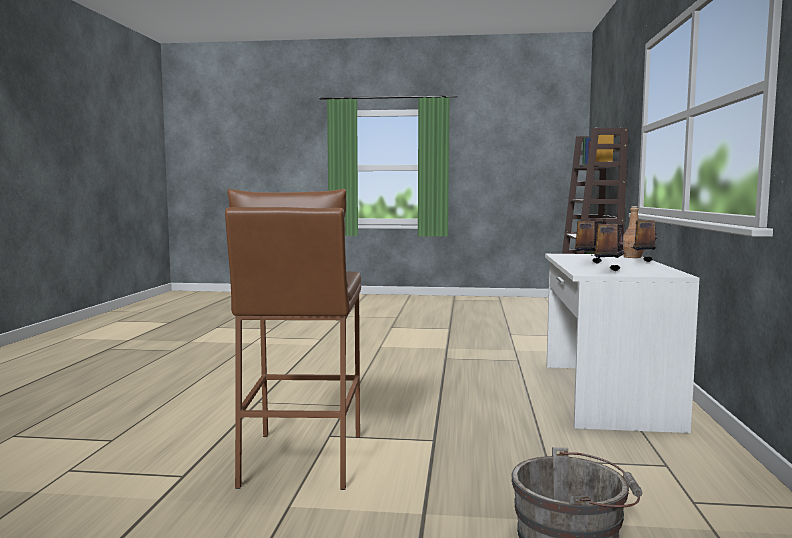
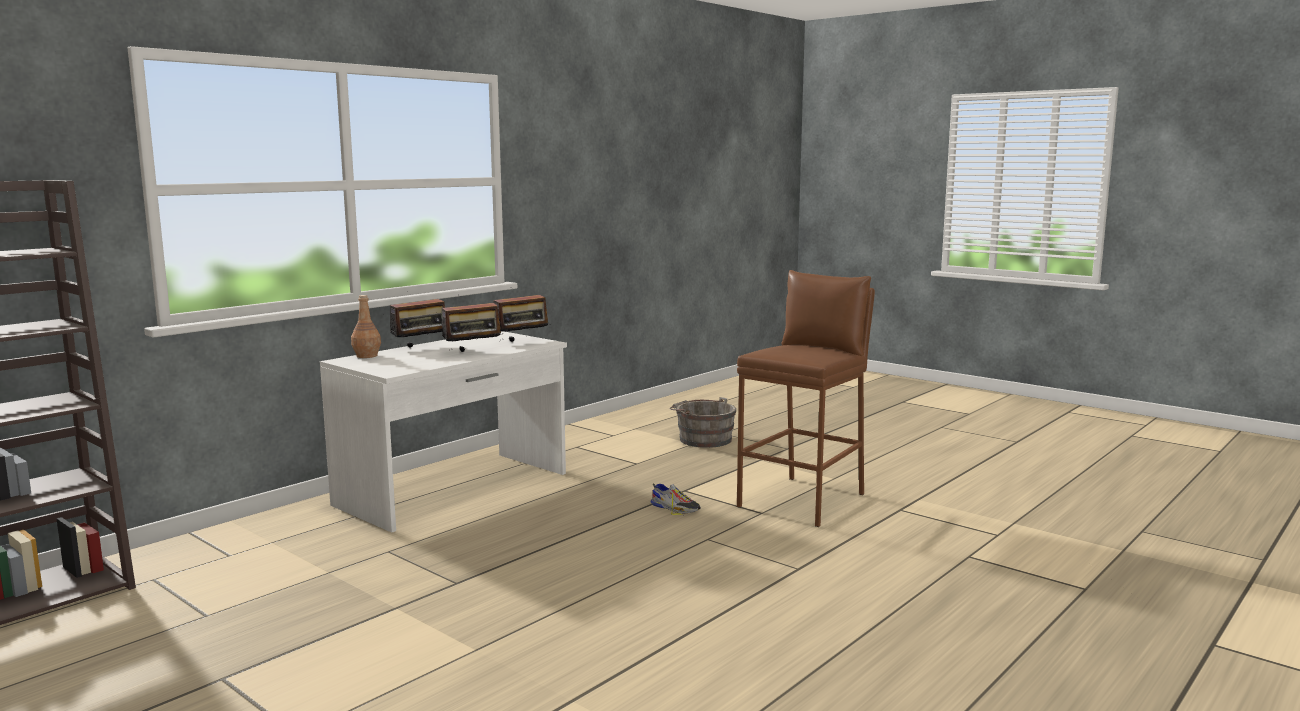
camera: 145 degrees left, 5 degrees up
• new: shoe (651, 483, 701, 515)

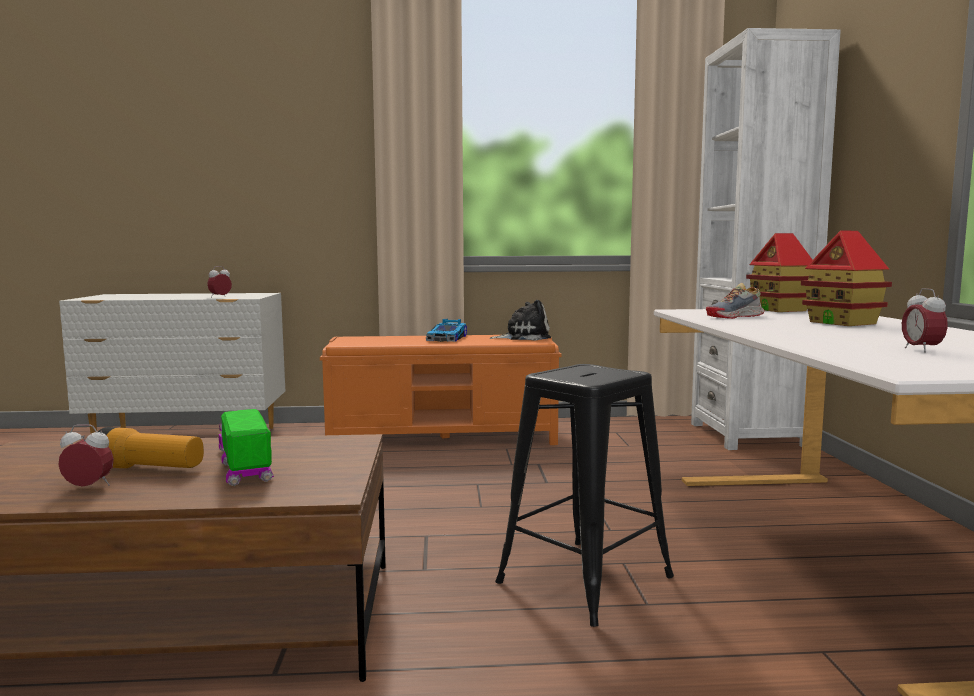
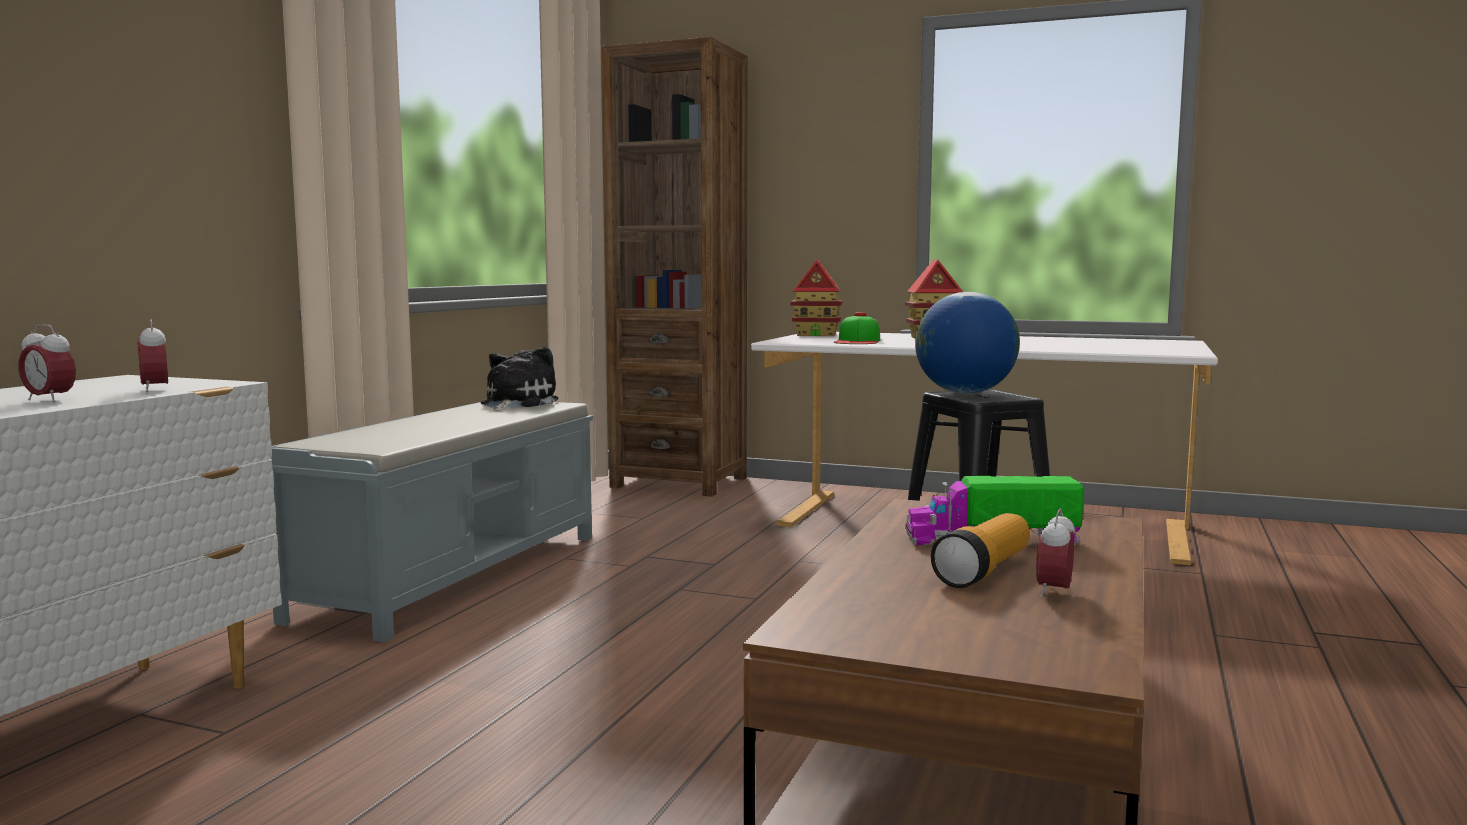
camera: 65 degrees left, 0 degrees up
• gone: toy car (426, 319, 467, 342)
• new: globe (915, 292, 1020, 394)
• shifted: alarm clock (902, 288, 948, 353) to (18, 324, 76, 402)
• swapped: shoe (706, 283, 765, 319) to cap (834, 312, 881, 344)
• repainted: orange bench (320, 335, 561, 445) to grey bench (271, 402, 593, 643)
• repainted: white bookcase (691, 28, 841, 450) to brown bookcase (602, 37, 748, 497)

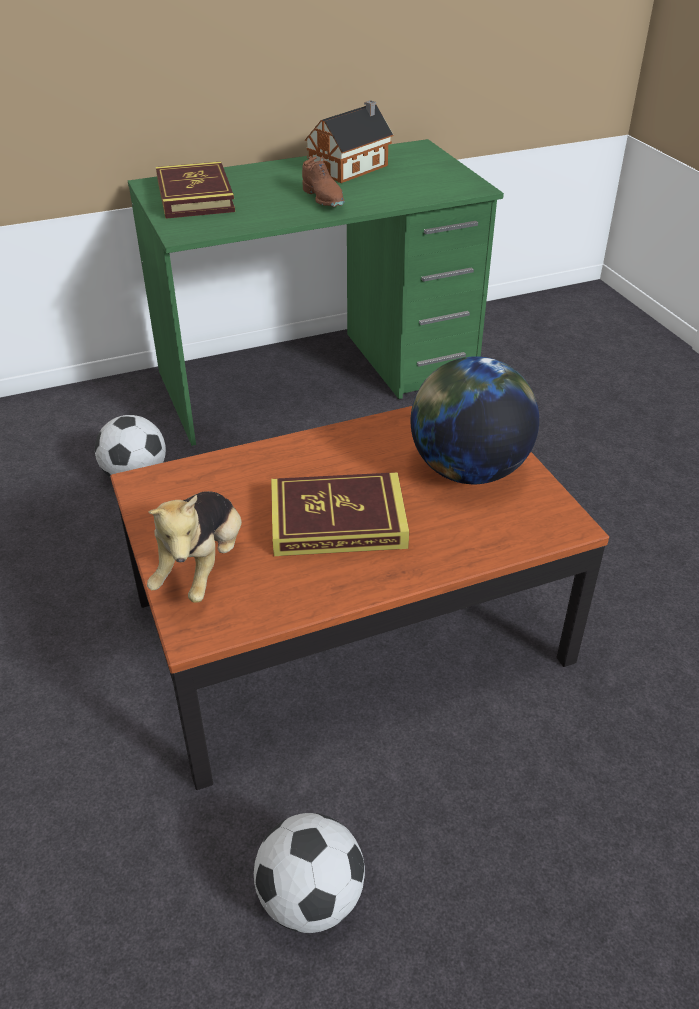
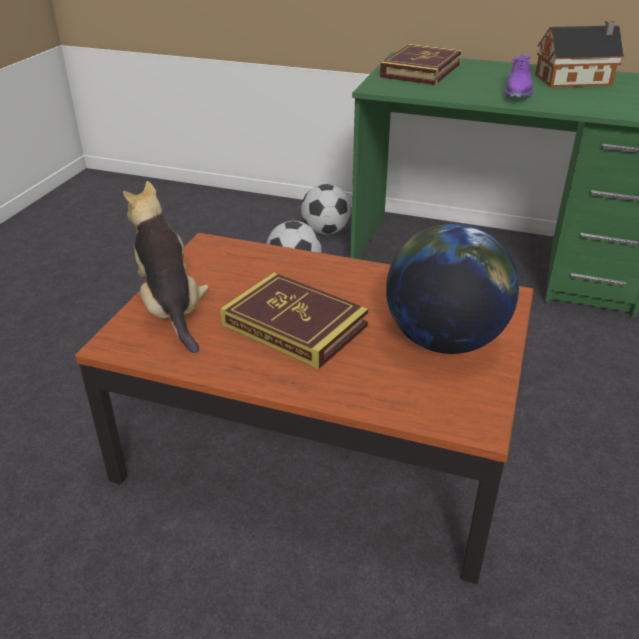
camera: 40 degrees right, 5 degrees down
• shifted: football (254, 813, 365, 933) to (301, 184, 351, 235)
• repainted: brown shoe (302, 156, 345, 207) to purple shoe (504, 54, 533, 98)
• rotated: plush toy (147, 491, 242, 603) = (123, 181, 209, 353) 105 degrees clockwise

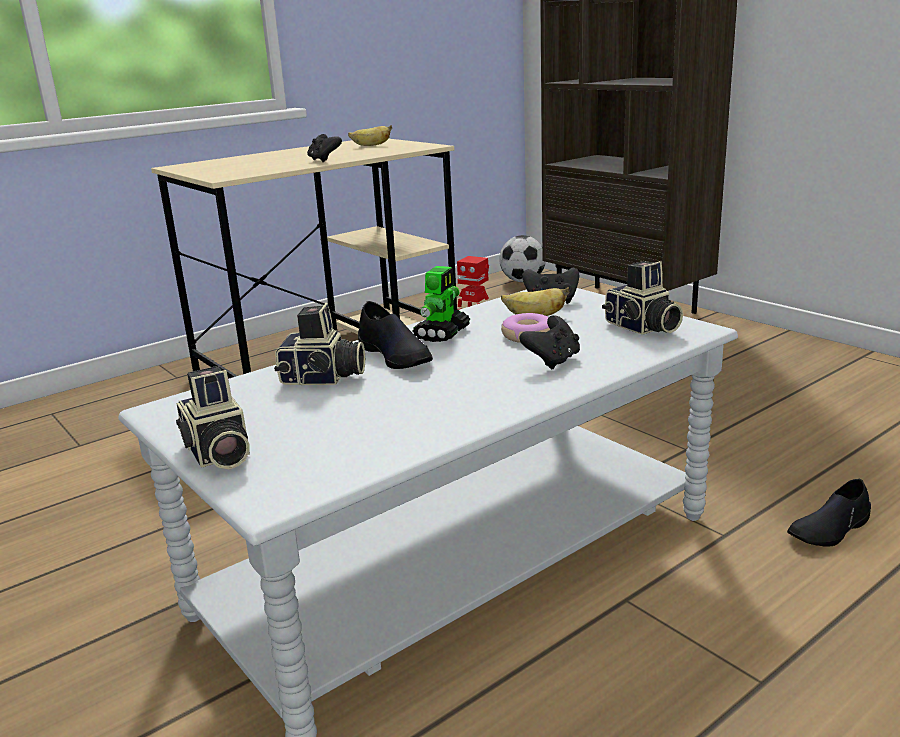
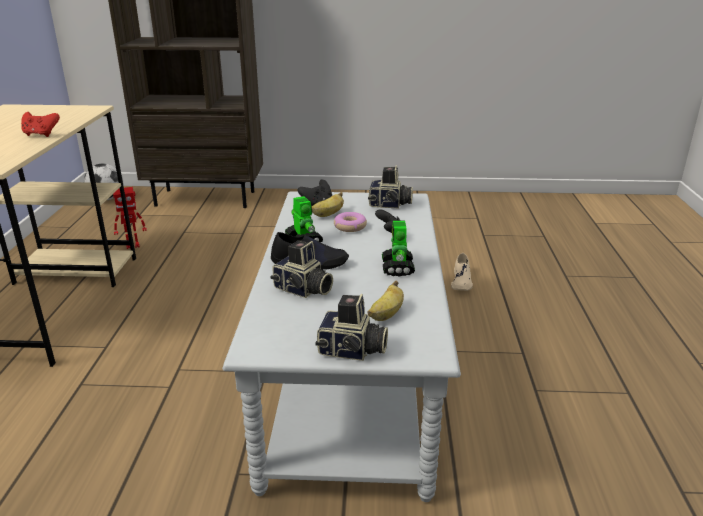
camera: 50 degrees left, 5 degrees up
• new: toy robot (382, 221, 415, 277)
• shifted: banana (348, 125, 392, 146) to (367, 281, 404, 321)
• repainted: black game controller (307, 134, 342, 163) to red game controller (21, 112, 60, 137)
• repainted: black shoe (787, 479, 871, 547) to beige shoe (451, 253, 473, 291)
• rotated: photo camera (274, 303, 365, 385) = (270, 240, 333, 298) 75 degrees clockwise

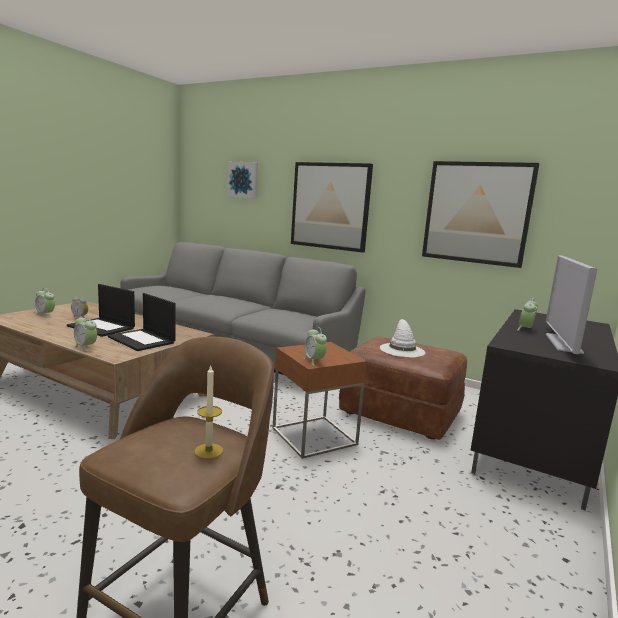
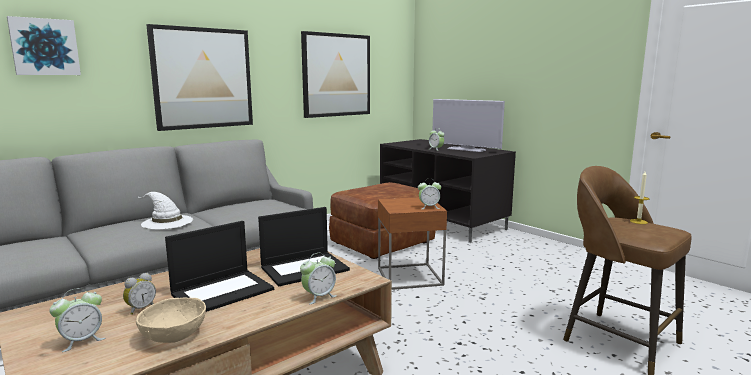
camera: 70 degrees left, 0 degrees up
• new: beige bowl (136, 298, 206, 343)
• shifted: white hat (380, 319, 425, 357) to (139, 192, 193, 229)

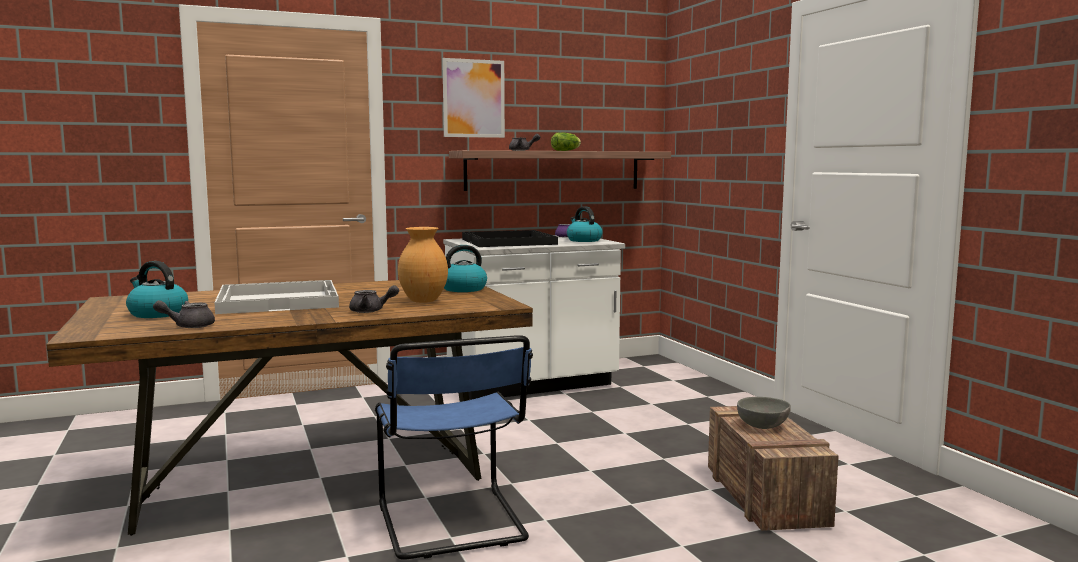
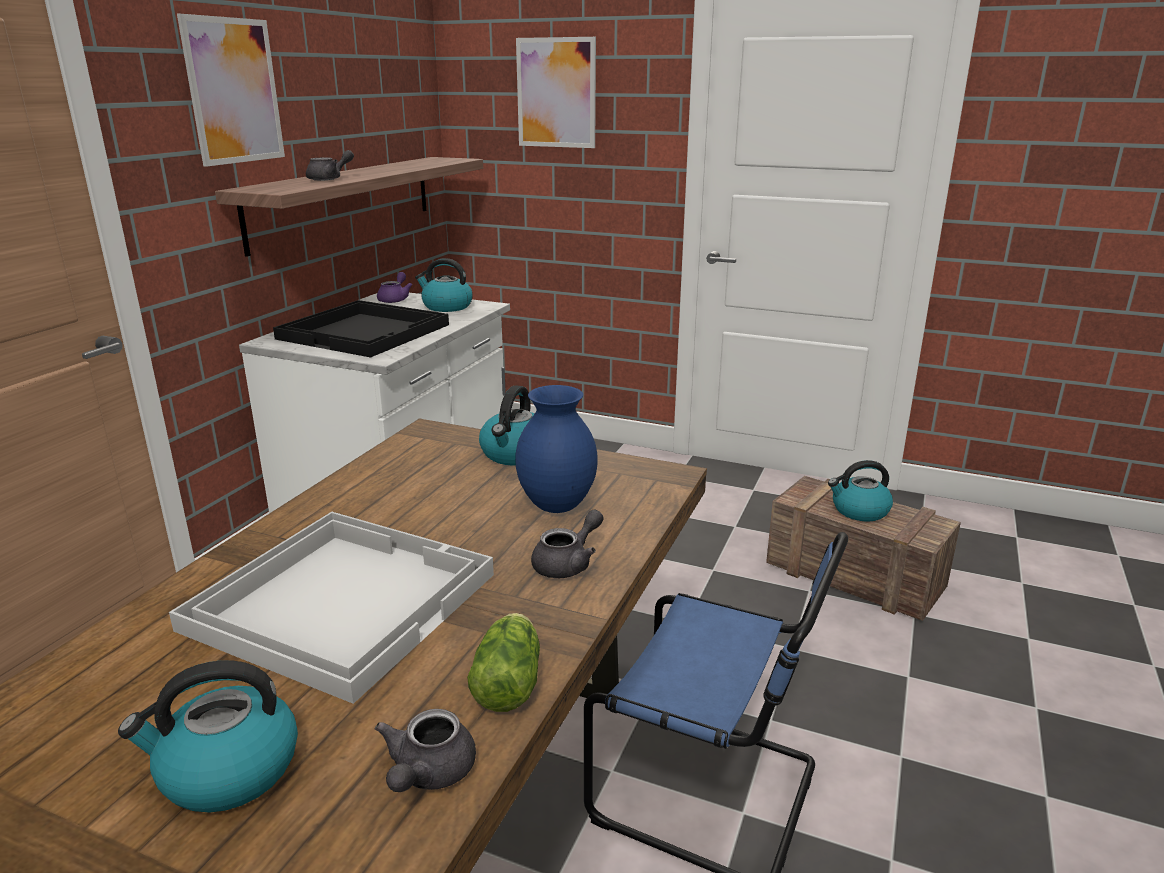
camera: 45 degrees left, 15 degrees up
• new: picture (516, 37, 596, 148)
• shifted: lettuce (551, 132, 581, 151) to (467, 613, 540, 712)
• swapped: grey bowl (737, 397, 791, 429) to kettle (828, 460, 893, 521)
• repainted: brown vase (398, 227, 448, 303) to blue vase (515, 385, 598, 513)

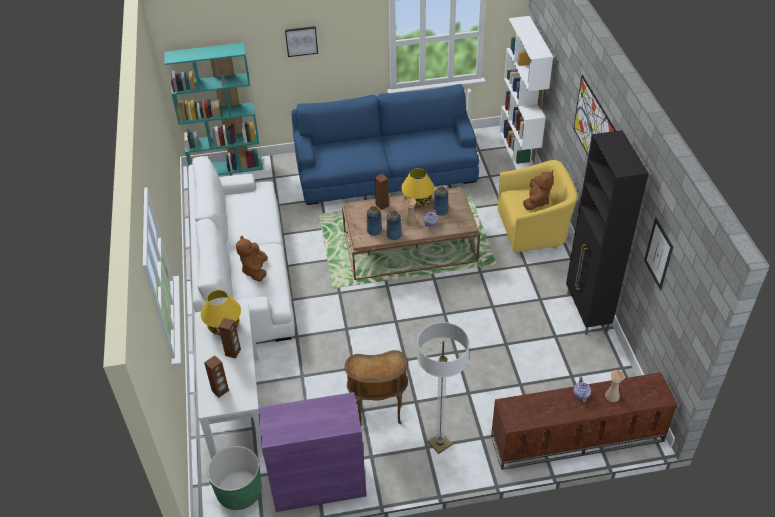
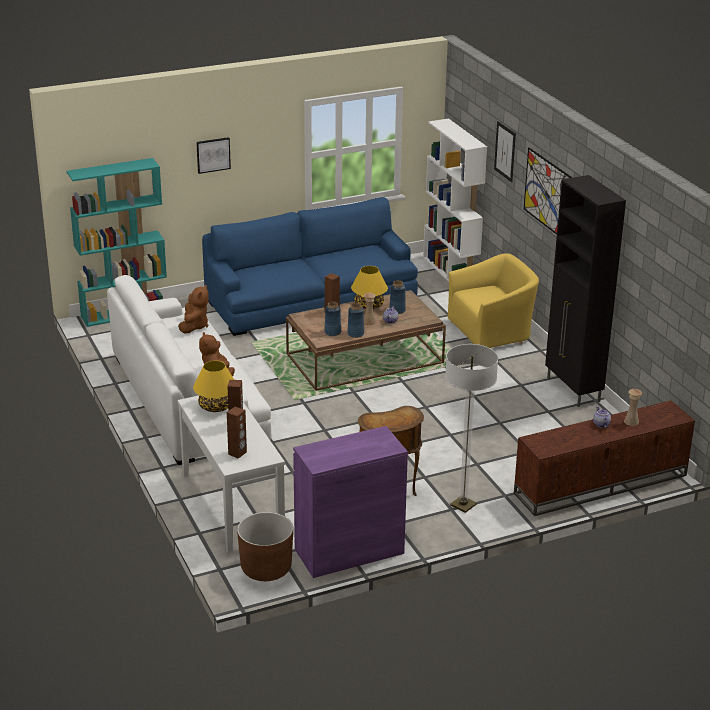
camera: 15 degrees left, 15 degrees down
• shifted: brown plush toy (523, 170, 554, 210) to (178, 285, 209, 334)
• shifted: picture (644, 217, 673, 290) to (494, 121, 516, 182)
• repainted: green planter (207, 446, 262, 510) to brown planter (237, 512, 293, 581)

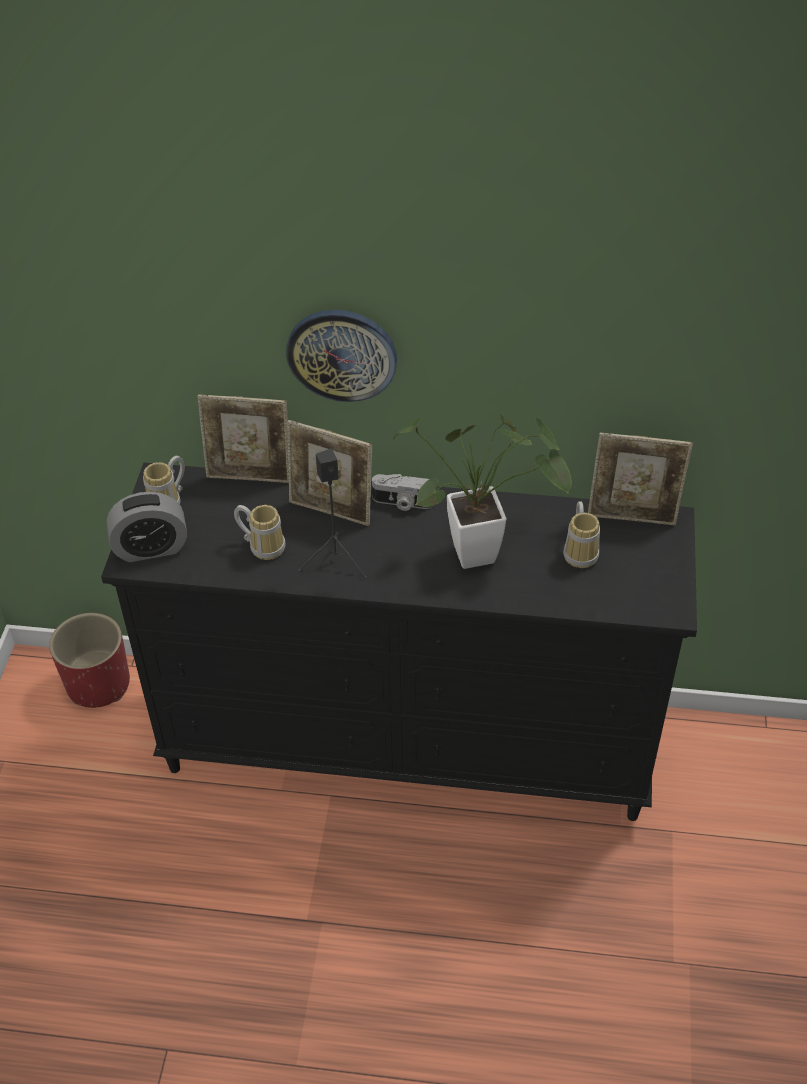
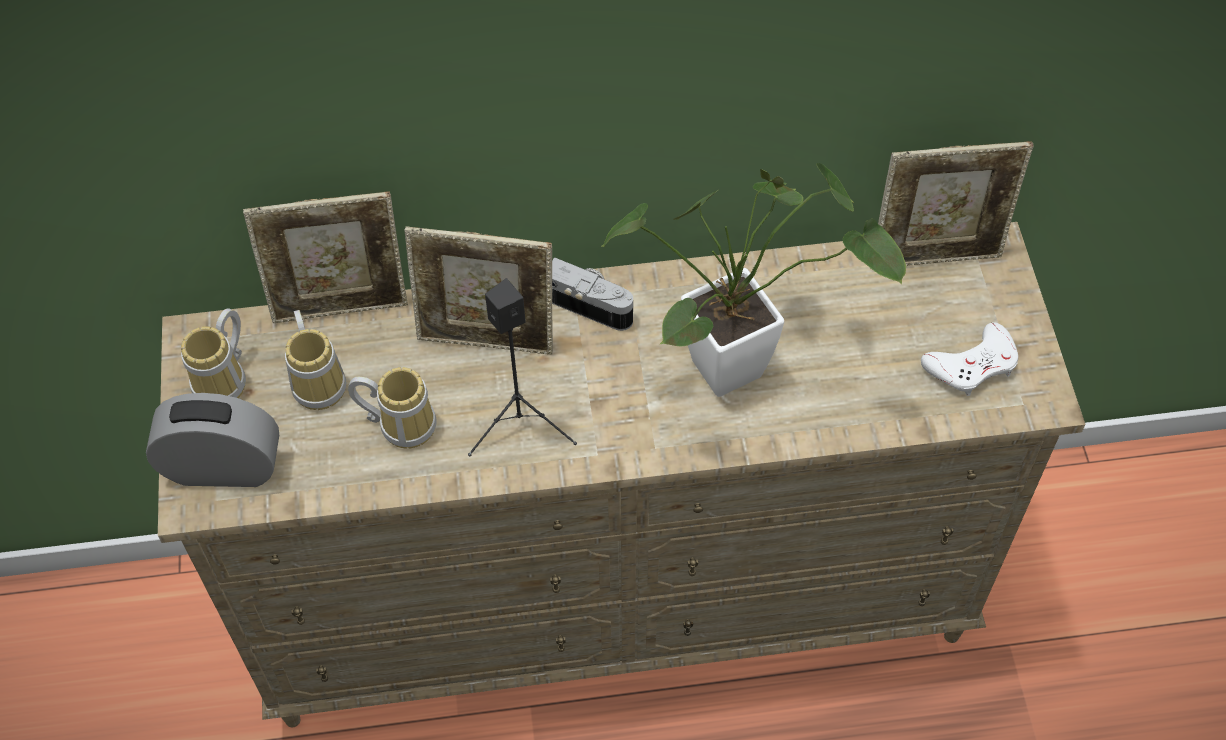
camera: 15 degrees left, 10 degrees up
• gone: red planter (49, 613, 130, 708)
• gone: wall clock (286, 310, 397, 402)
• new: white game controller (921, 322, 1018, 396)
• shifted: mug (563, 501, 600, 568) to (285, 310, 346, 410)
• repainted: black dresser (101, 463, 697, 821) to beige dresser (158, 222, 1085, 727)
• rotated: alarm clock (107, 492, 187, 562) = (146, 393, 279, 487) 150 degrees counterclockwise
• rotated: photo camera (372, 474, 433, 511) = (552, 257, 633, 331) 150 degrees counterclockwise

